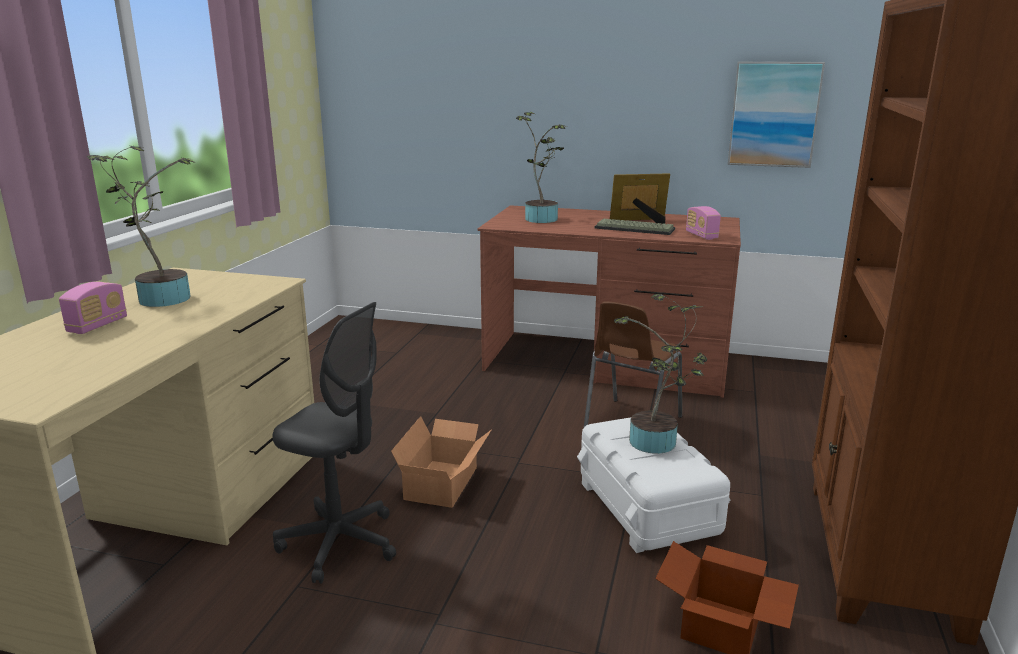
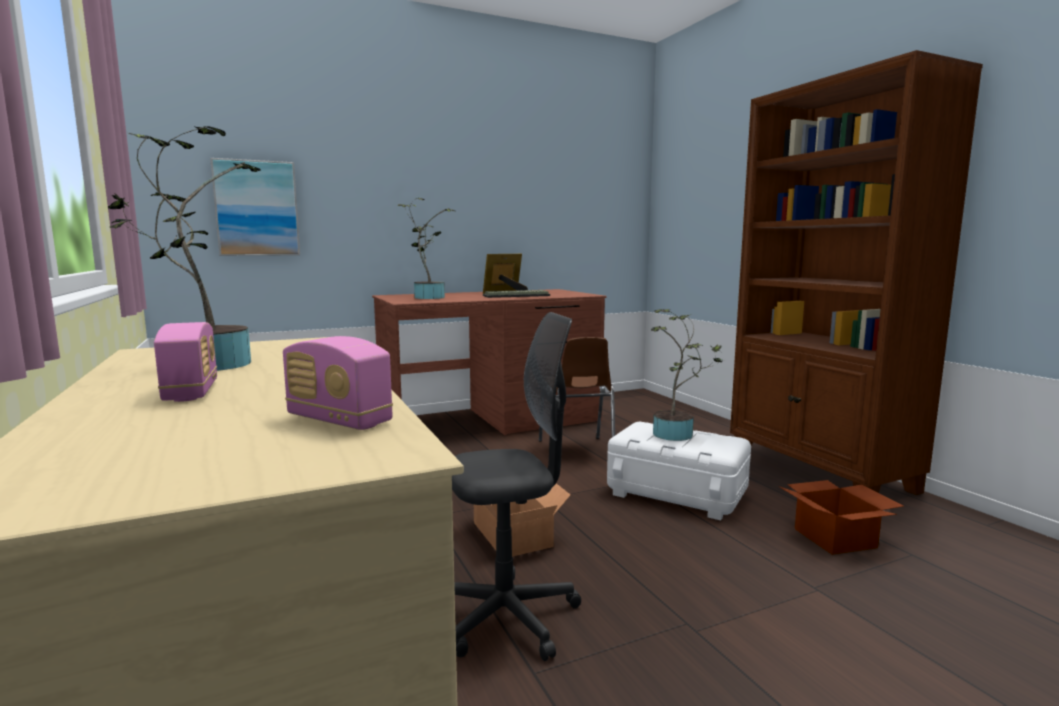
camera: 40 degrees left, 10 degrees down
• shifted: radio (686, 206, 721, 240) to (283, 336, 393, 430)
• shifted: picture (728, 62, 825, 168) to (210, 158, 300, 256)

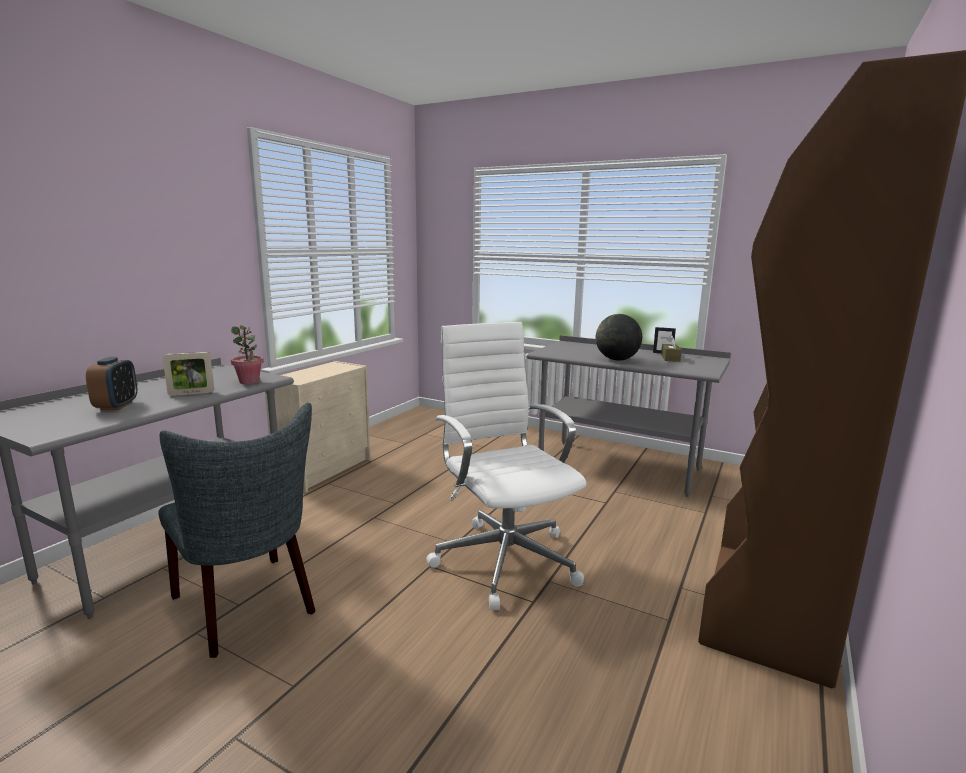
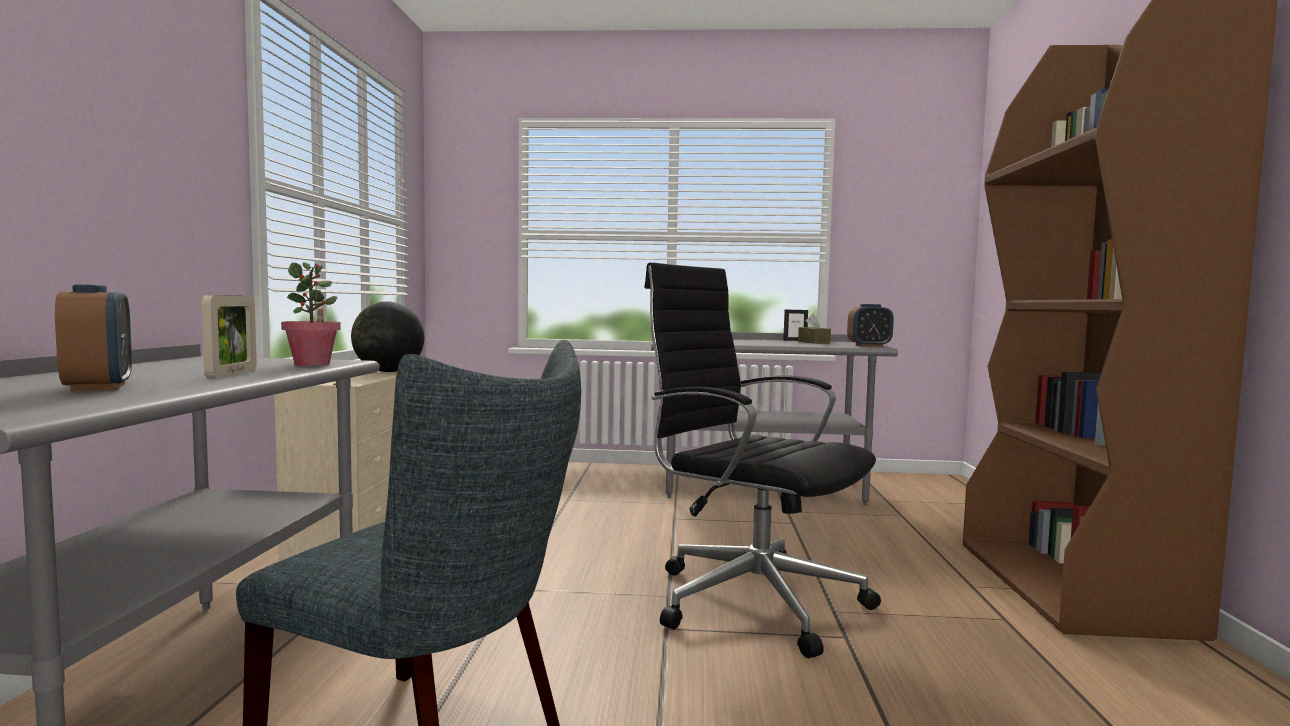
camera: 25 degrees left, 10 degrees down
• new: alarm clock (847, 304, 894, 347)
• shifted: globe (596, 314, 642, 361) to (351, 301, 424, 372)
• repainted: white office chair (426, 322, 586, 610) to black office chair (644, 262, 881, 658)
• rotated: picture frame (163, 352, 214, 396) = (201, 295, 257, 378) 45 degrees counterclockwise

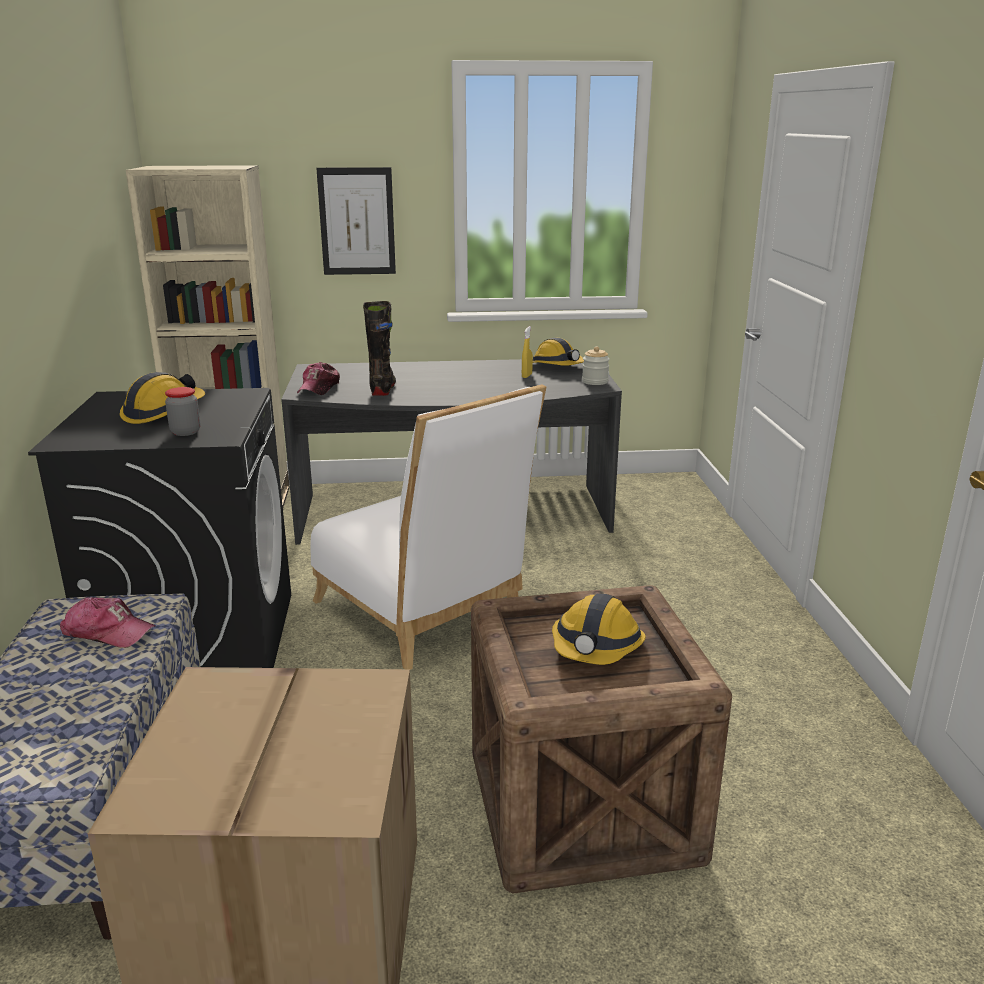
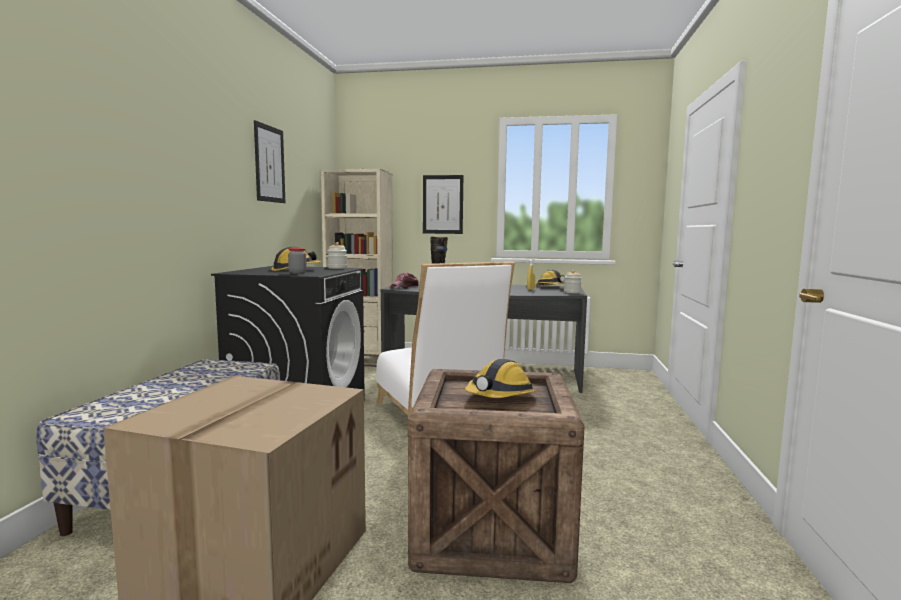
camera: 15 degrees right, 15 degrees down
• gone: cap (60, 597, 156, 648)
• new: picture (254, 120, 285, 203)
• new: jar (328, 242, 347, 269)

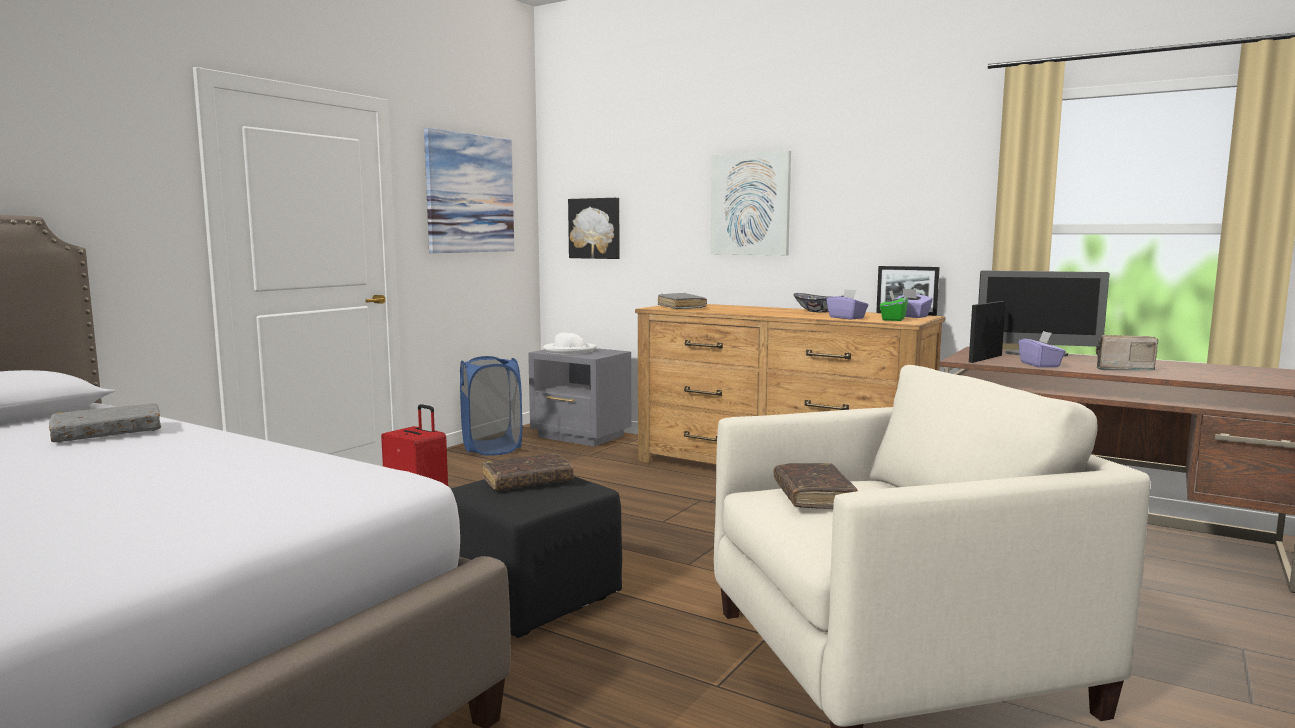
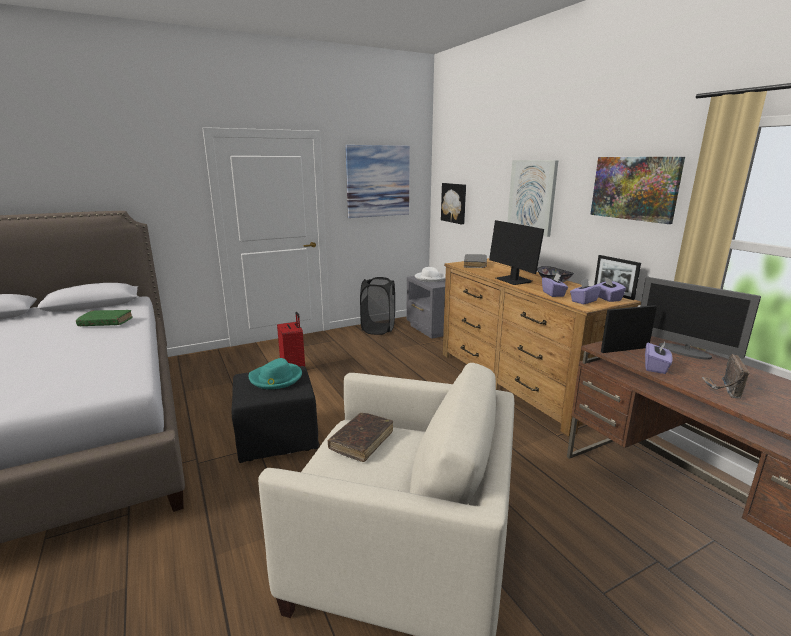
camera: 30 degrees right, 10 degrees up
• new: monitor (489, 220, 544, 285)
• new: picture (590, 157, 685, 224)
• swapped: brown book (482, 453, 573, 490) to turquoise hat (249, 358, 302, 389)
• repainted: grey book (49, 403, 161, 443) to green book (76, 310, 133, 326)
• repainted: blue laundry basket (460, 356, 522, 456) to black laundry basket (360, 277, 395, 335)
• repainted: green tissue box (880, 291, 908, 321) to purple tissue box (570, 279, 601, 305)
• rotated: radio (1096, 335, 1158, 370) = (702, 354, 749, 398) 105 degrees counterclockwise

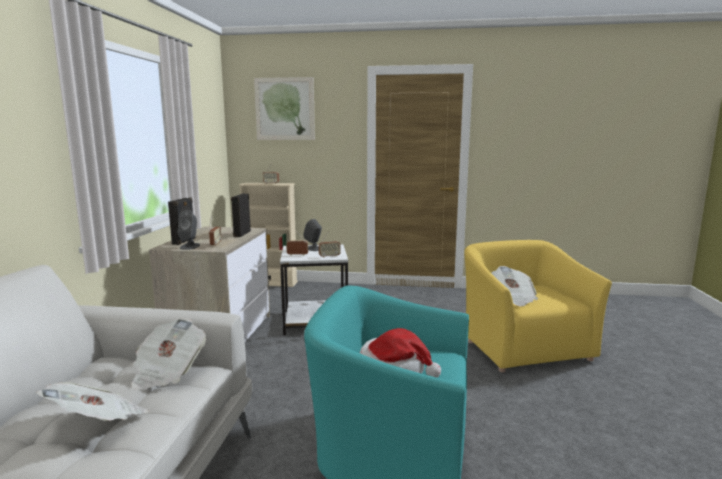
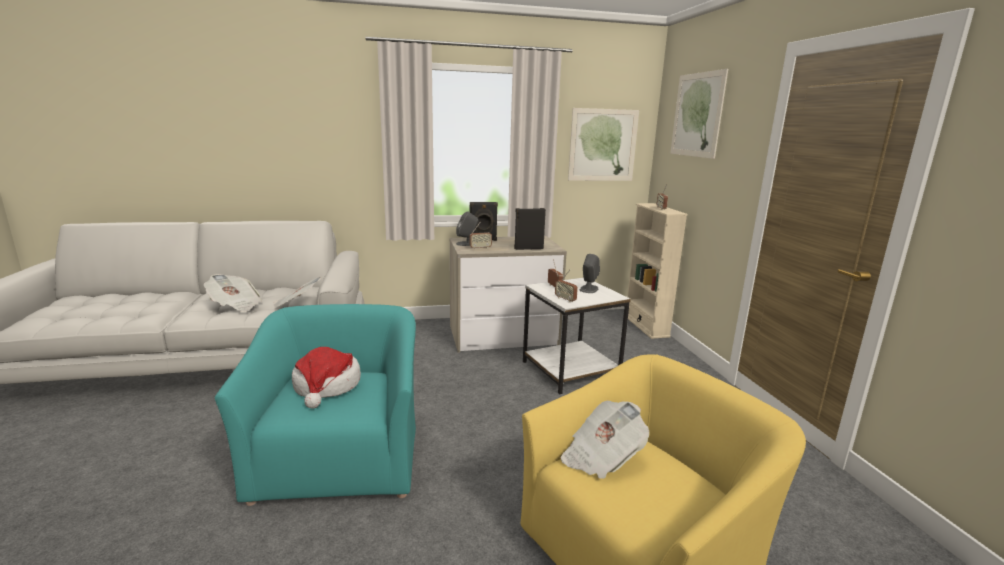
camera: 70 degrees right, 5 degrees up
• new: picture (568, 108, 639, 181)

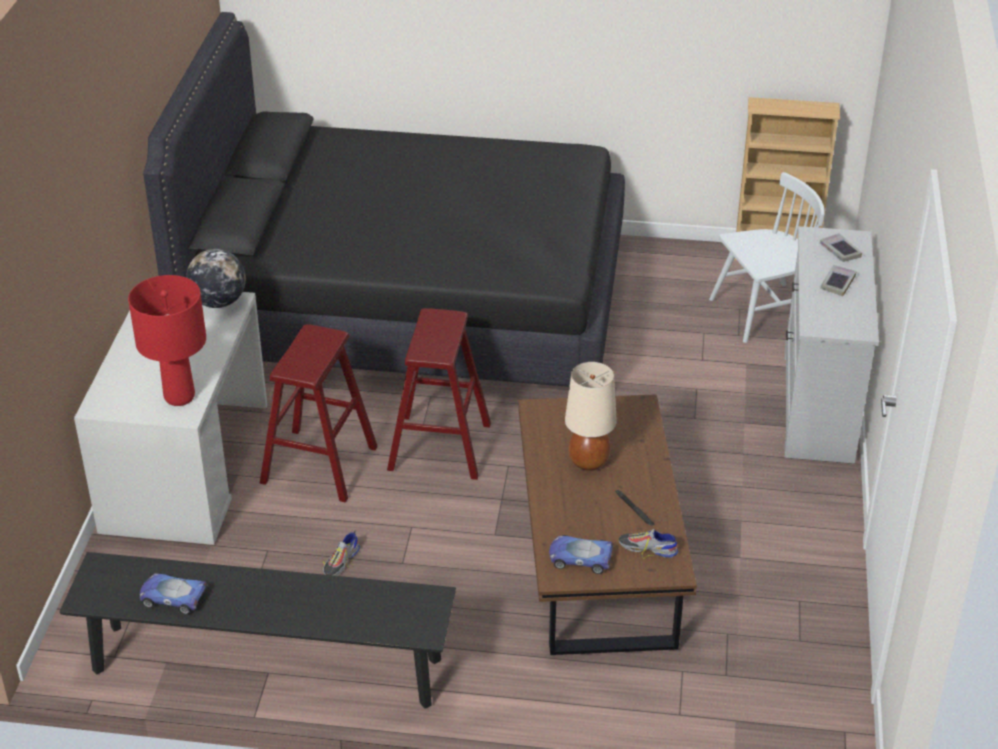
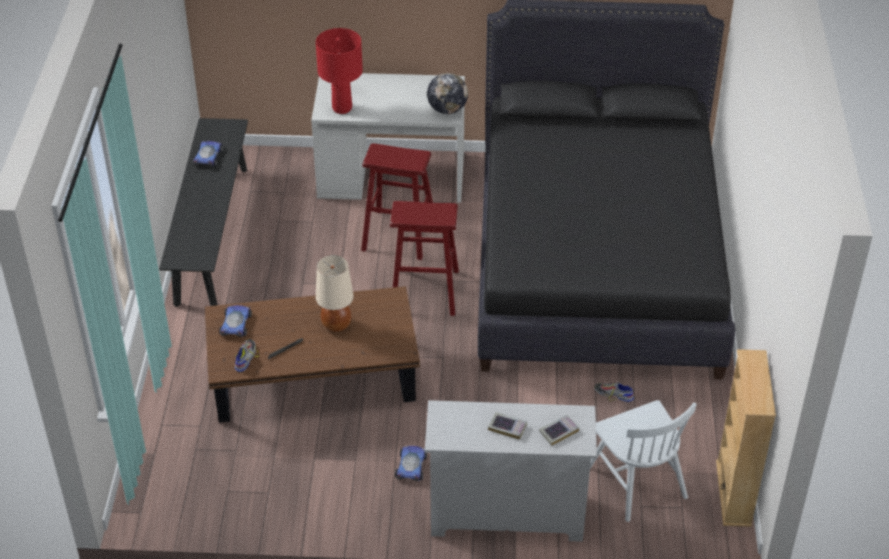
camera: 85 degrees right, 5 degrees up
• new: toy car (395, 446, 427, 481)
• shifted: shoe (323, 530, 360, 576) to (594, 382, 634, 402)

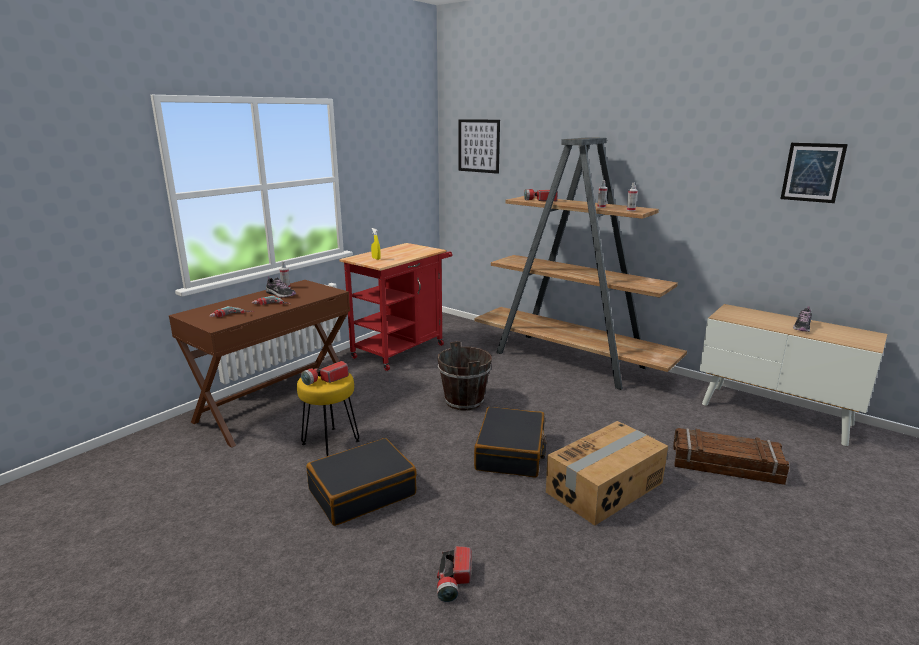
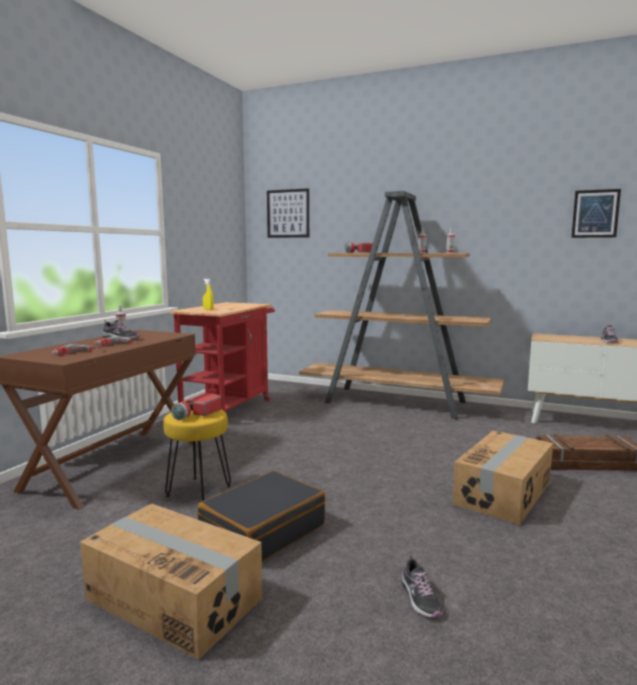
camera: 15 degrees left, 10 degrees down
• gone: brown bucket (437, 341, 492, 411)
• gone: black suitcase (474, 407, 547, 478)
• new: cardboard box (80, 503, 262, 660)
• swapped: flashlight (437, 546, 471, 602) to shoe (401, 555, 443, 618)

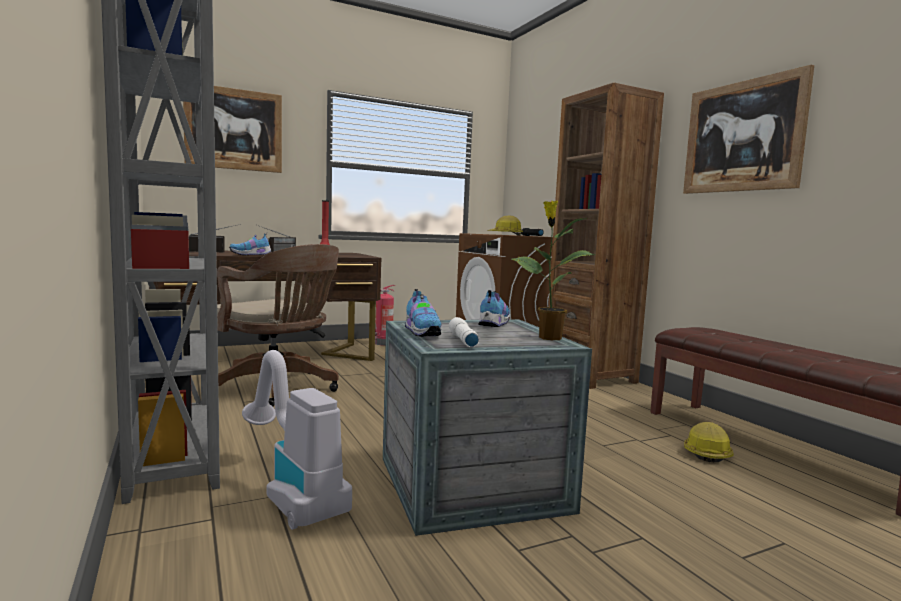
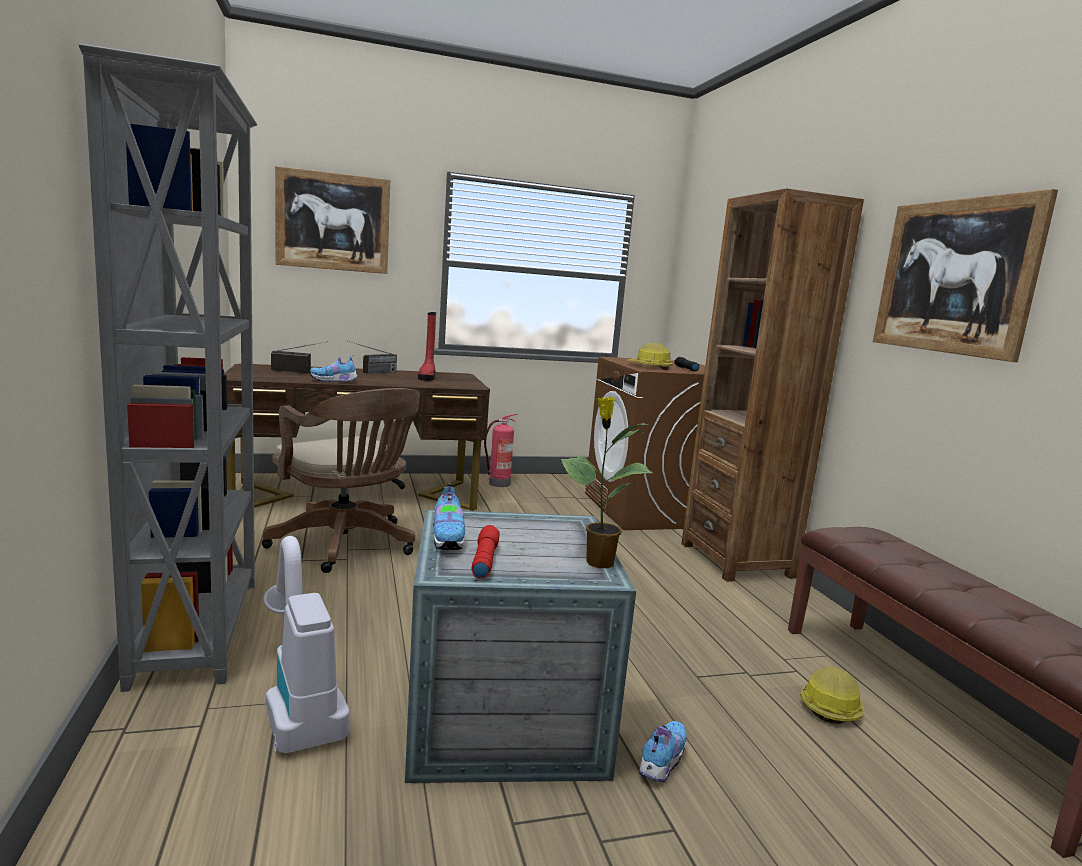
camera: 10 degrees right, 5 degrees up
• shifted: shoe (478, 290, 510, 327) to (639, 721, 687, 783)
• repainted: white flashlight (449, 317, 479, 347) to red flashlight (472, 525, 500, 579)

